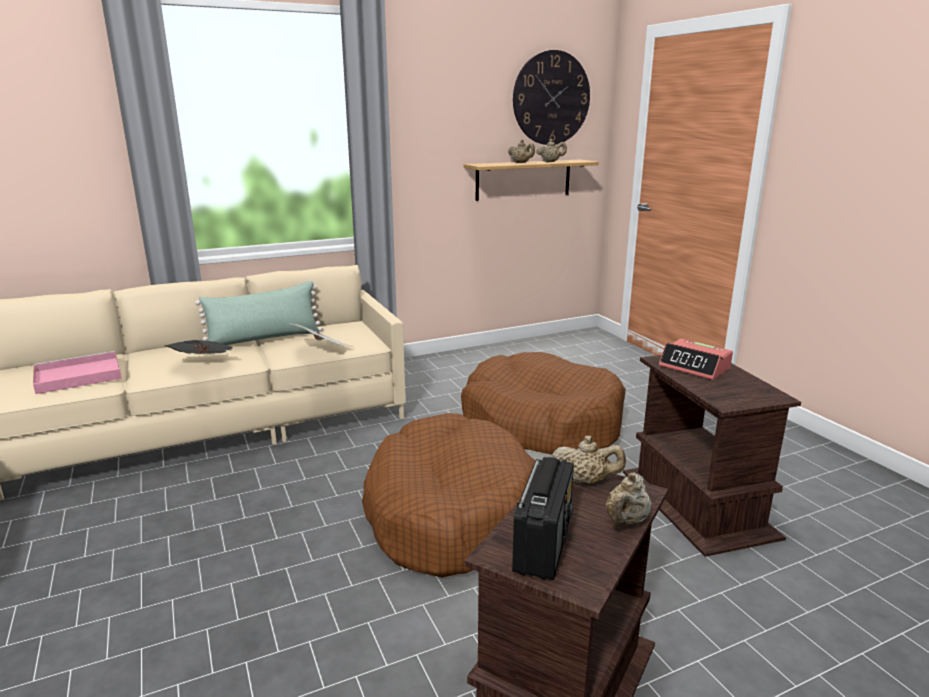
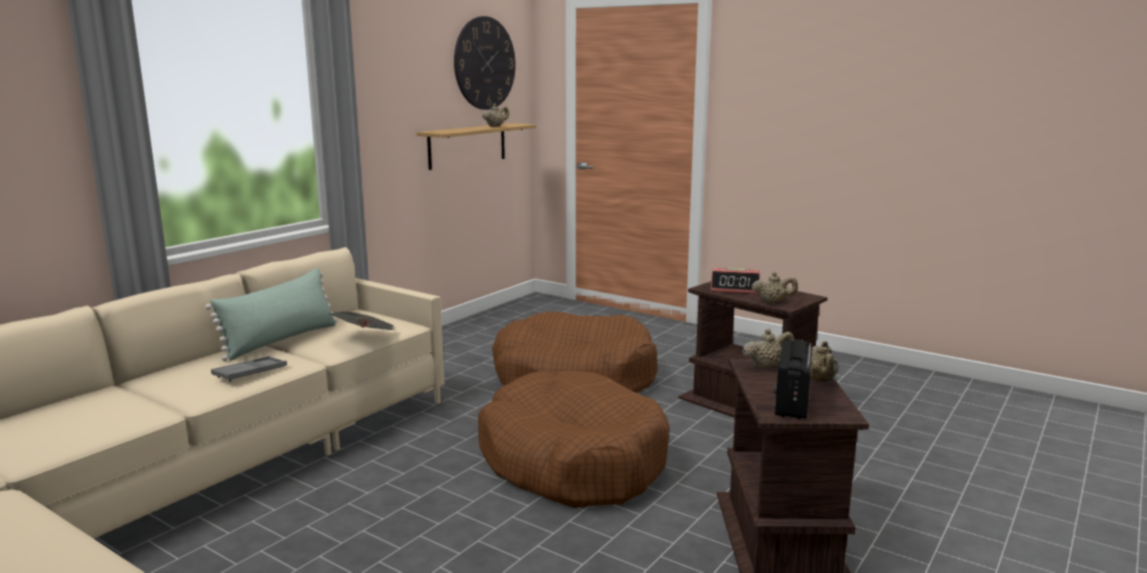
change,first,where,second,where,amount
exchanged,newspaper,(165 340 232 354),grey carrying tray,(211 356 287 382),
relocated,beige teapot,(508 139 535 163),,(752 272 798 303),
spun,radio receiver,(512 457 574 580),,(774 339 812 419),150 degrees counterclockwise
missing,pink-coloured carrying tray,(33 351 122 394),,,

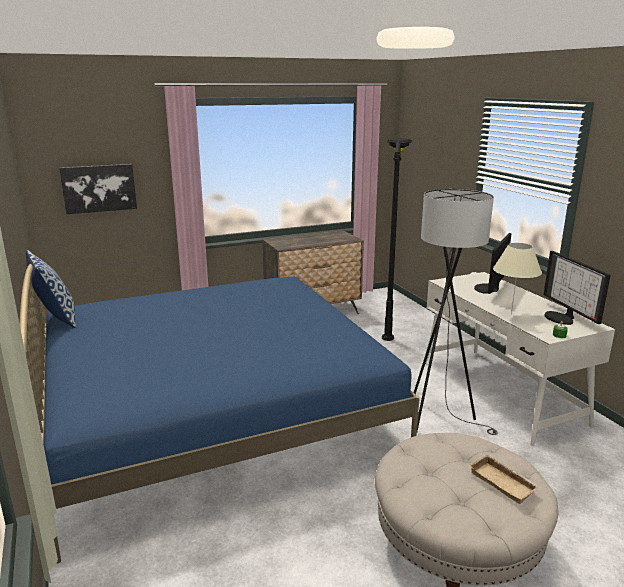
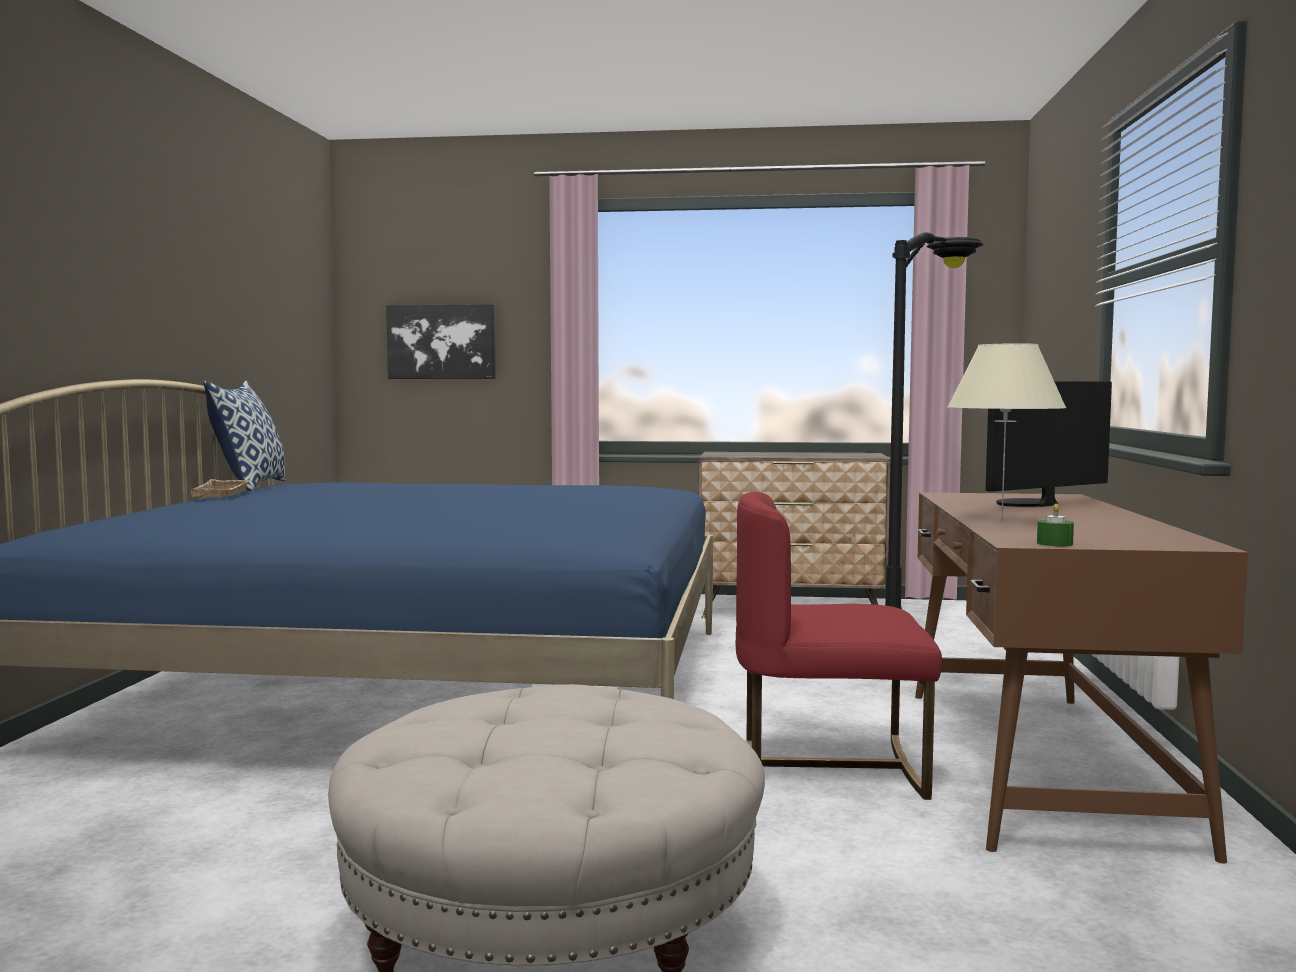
change,first,where,second,where,amount
relocated,beige carrying tray,(469 454 540 504),,(190 479 251 498),
exchanged,grey standard lamp,(413 189 498 435),red-coloured plain chair,(736 492 942 800),
colour,whitish desk,(425 272 615 446),brown-coloured desk,(915 492 1248 864),
missing,computer screen,(543 251 611 325),,,

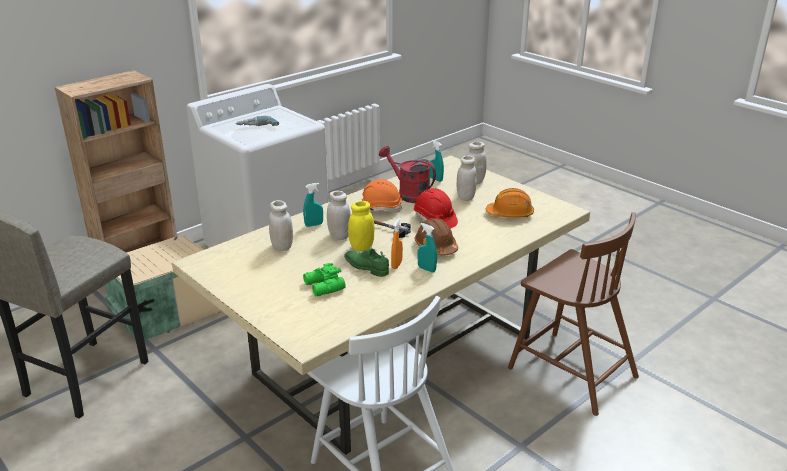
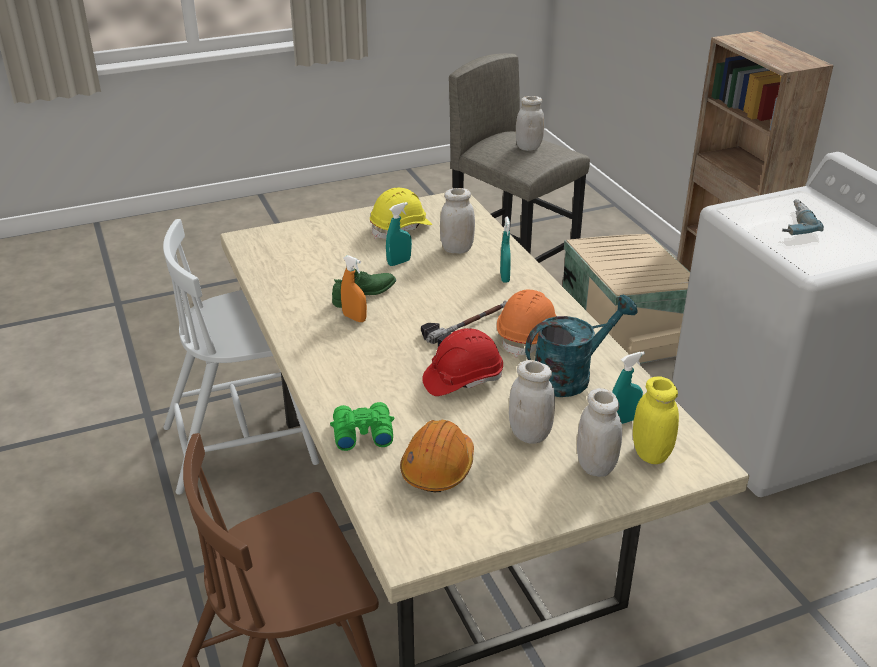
change,first,where,second,where,amount
relocated,green field glasses,(303 263 346 296),,(330 402 394 451),
appeared,,,yellowish hard hat,(370 188 432 239),
relocated,turquoise sprayer,(417 223 437 273),,(386 202 412 266),
relocated,whitish storage jar,(327 191 351 240),,(516 96 544 151),
colour,red-coloured sprinkling can,(379 146 436 203),turquoise sprinkling can,(525 295 638 397),
relocated,yellowish storage jar,(348 201 374 251),,(633 377 679 464),
missing,brown-coloured hard hat,(415 218 458 256),,,

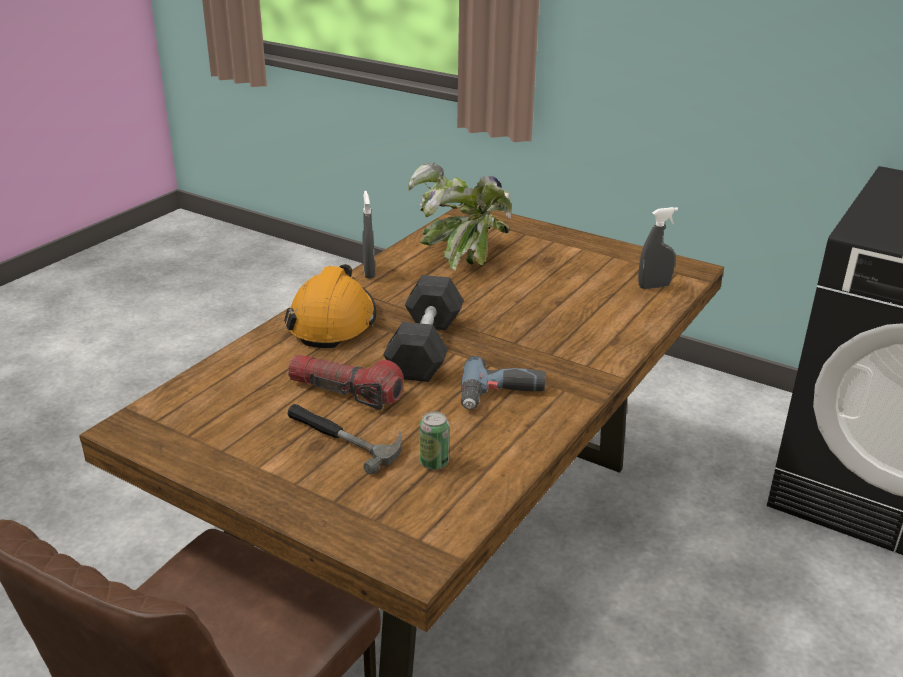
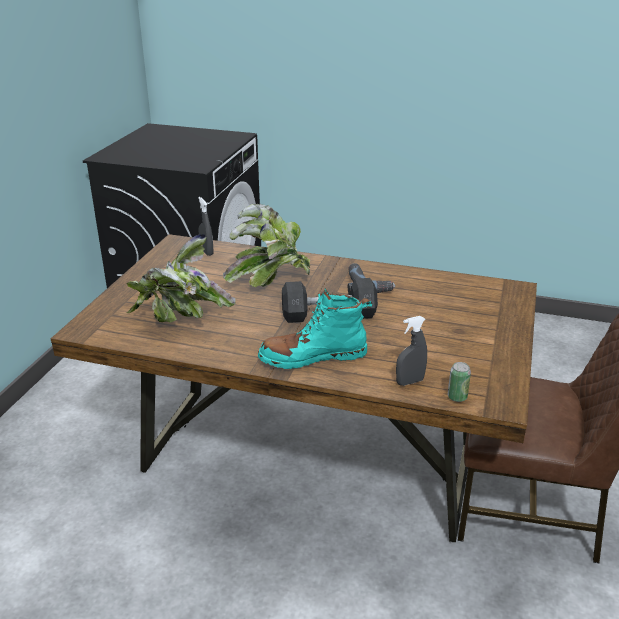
change,first,where,second,where,amount
appeared,,,potted plant,(223 204 310 287),
exchanged,orangey hard hat,(284 264 377 348),turquoise boot,(258 288 373 369),
relocated,grey sprayer,(362 191 375 279),,(396 316 427 386),
relocated,metal can,(420 411 449 470),,(448 362 471 402),
missing,tool hammer,(287 404 402 474),,,
missing,flashlight,(288 355 404 410),,,

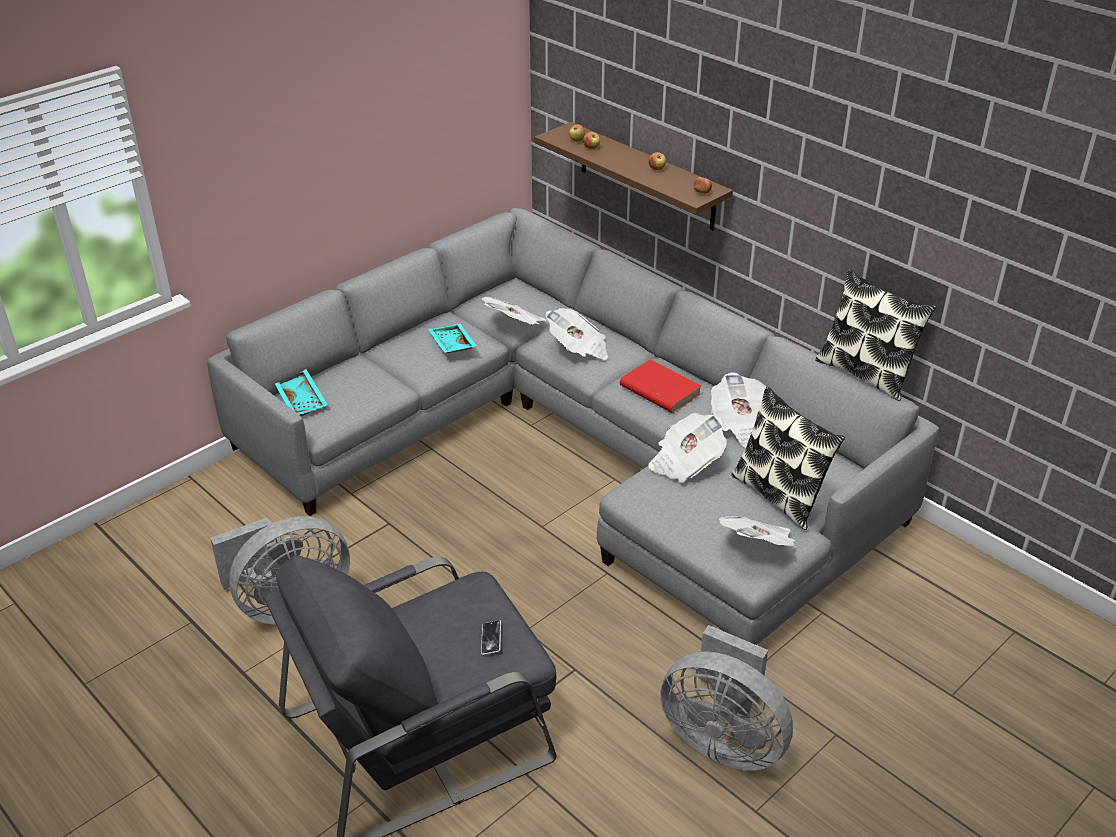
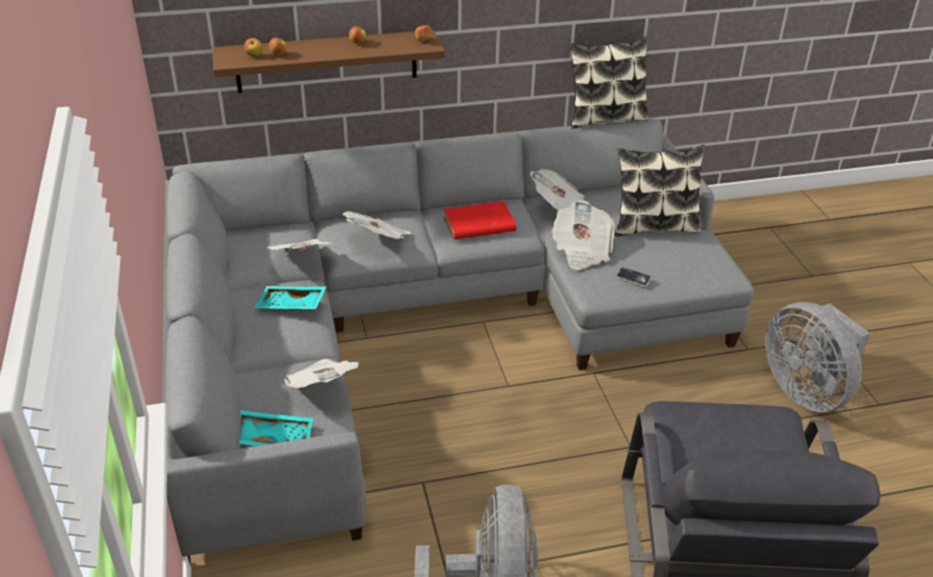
change,first,where,second,where,amount
relocated,newspaper,(719 516 795 546),,(284 359 359 388),
relocated,phone,(481 620 501 655),,(616 267 651 287),
spun,grey cooling fan,(660 625 793 771),,(765 302 870 412),90 degrees clockwise

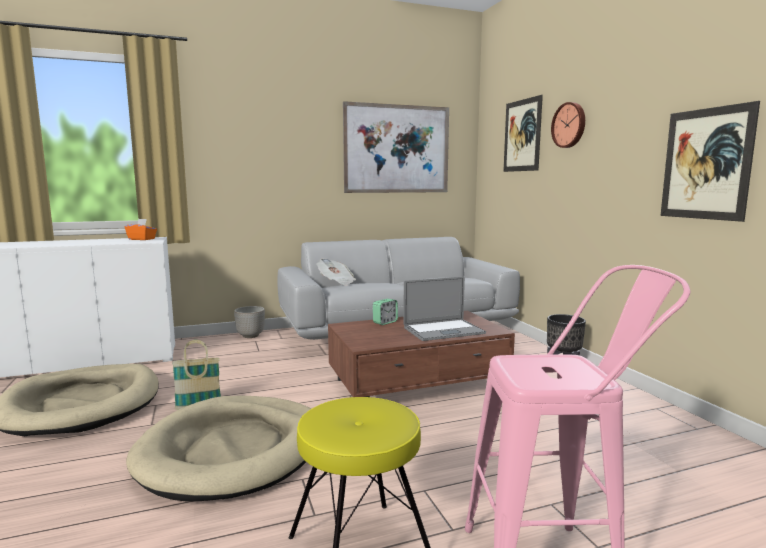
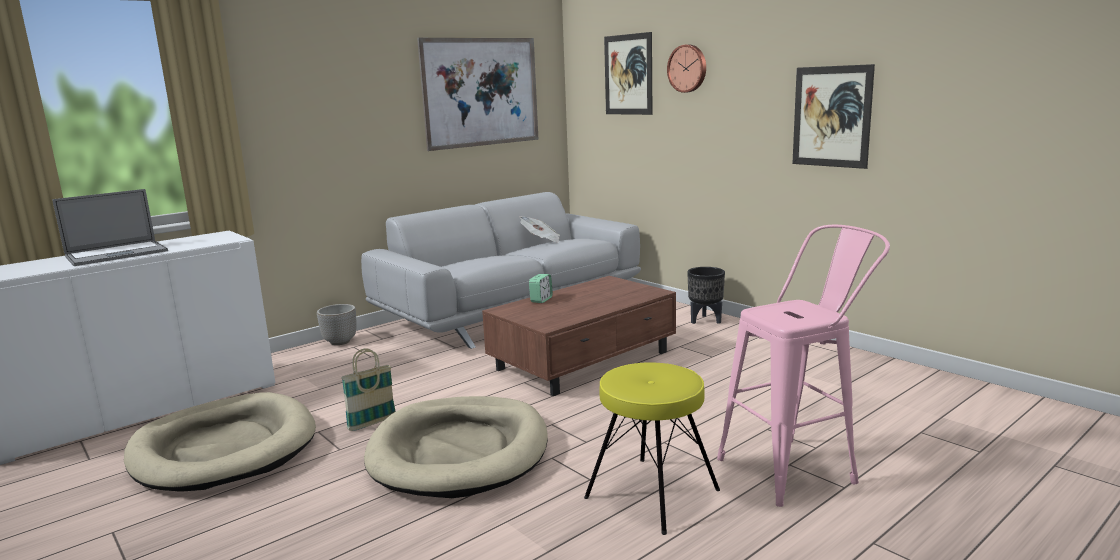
change,first,where,second,where,amount
relocated,portable computer,(403 277 486 341),,(53 189 168 266),
relocated,newspaper,(316 258 356 286),,(520 216 560 242),
missing,orangey tissue holder,(125 219 157 240),,,

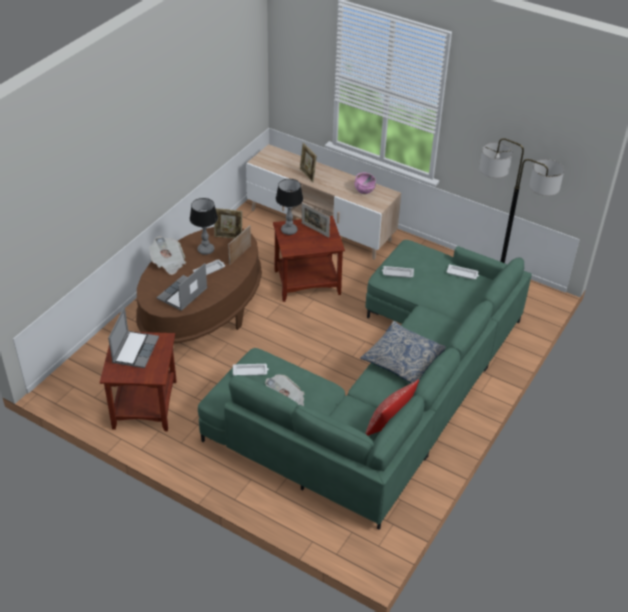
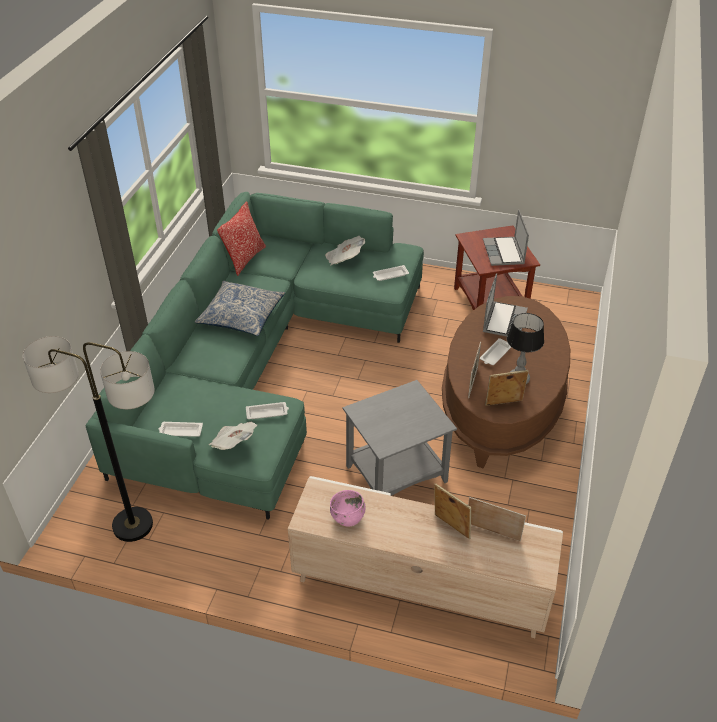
change,first,where,second,where,amount
relocated,newspaper,(149 236 186 275),,(209 422 257 450),
colour,brown-coloured side table,(273 216 345 302),grey side table,(343 380 457 496),
relocated,standing frame,(302 203 330 237),,(468 497 526 541),
missing,table lamp,(276 179 303 235),,,

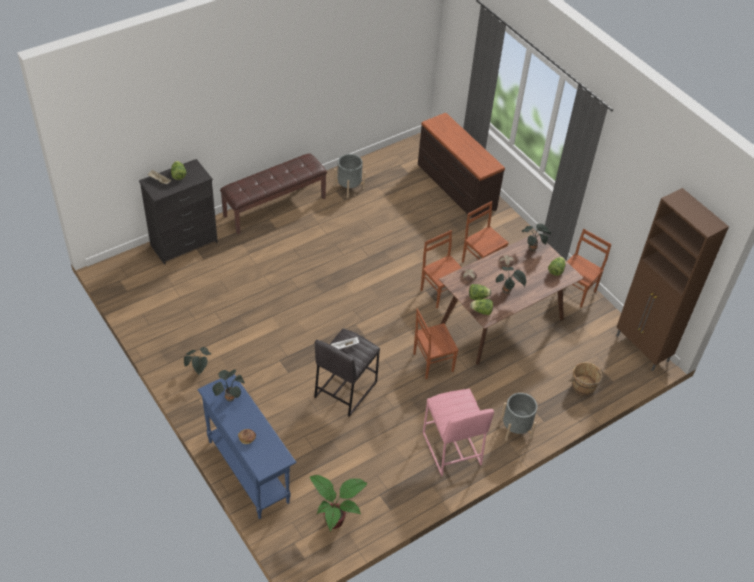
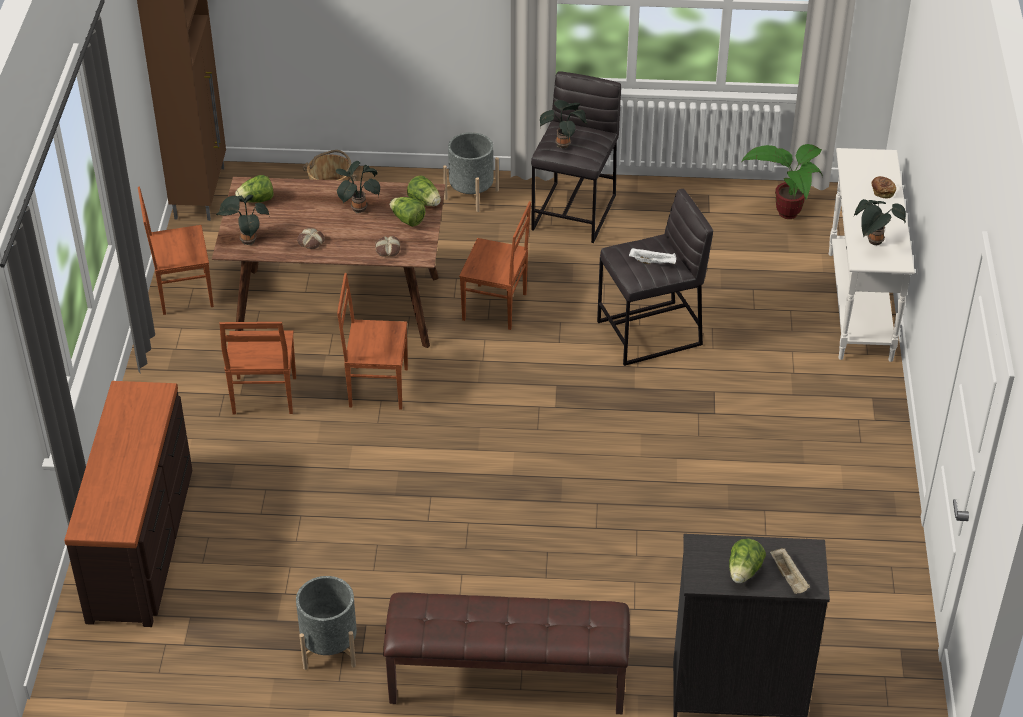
change,first,where,second,where,amount
spun,brown-coloured plain chair,(421 230 462 308),,(337 273 408 409),90 degrees clockwise
colour,pink-coloured stool seat,(423 389 494 476),grey stool seat,(531 71 621 243),
relocated,potted plant,(184 347 212 375),,(540 100 587 148),
colour,blue-coloured narrow table,(197 374 297 519),whitish narrow table,(829 148 915 362),

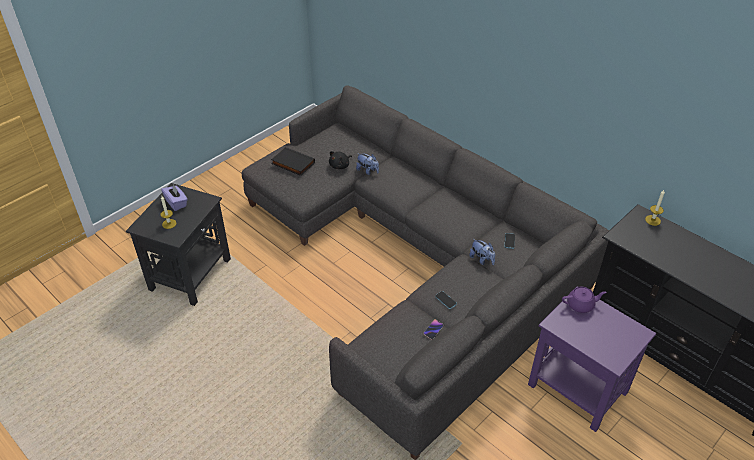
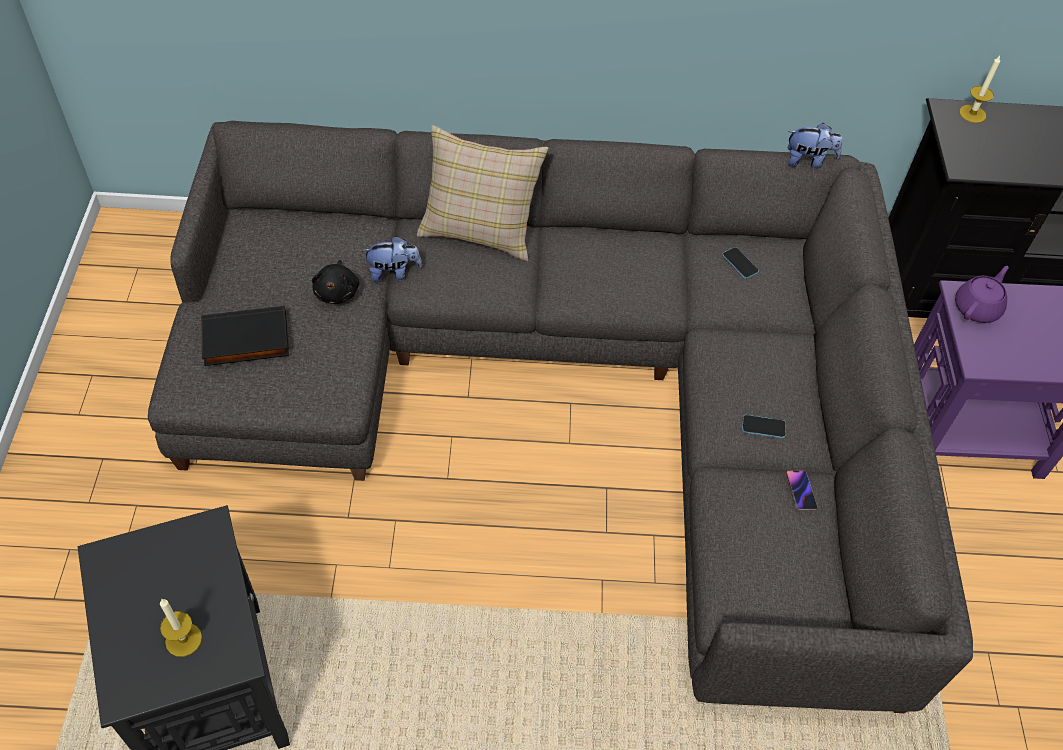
change,first,where,second,where,amount
appeared,,,beige cushion,(417 125 548 261),
relocated,soft toy,(469 239 495 265),,(788 123 843 168),
missing,purplish tissue holder,(161 184 188 211),,,

